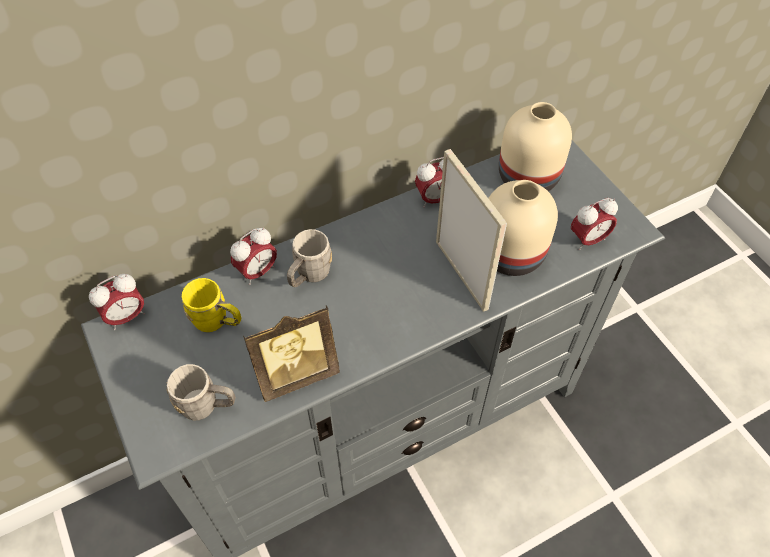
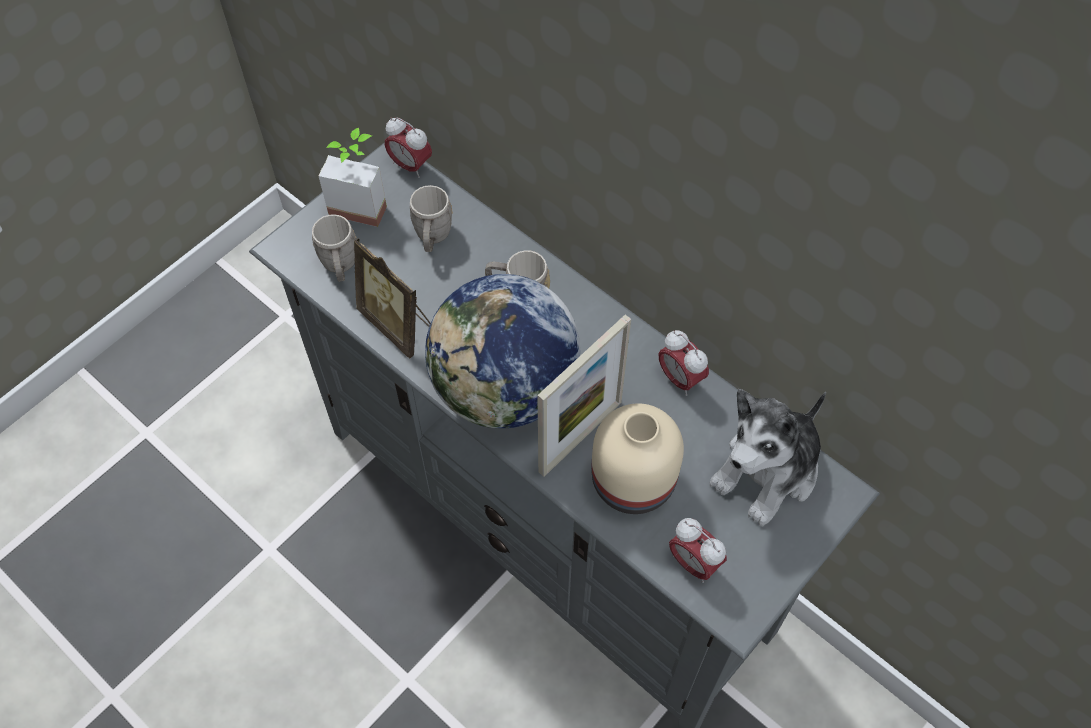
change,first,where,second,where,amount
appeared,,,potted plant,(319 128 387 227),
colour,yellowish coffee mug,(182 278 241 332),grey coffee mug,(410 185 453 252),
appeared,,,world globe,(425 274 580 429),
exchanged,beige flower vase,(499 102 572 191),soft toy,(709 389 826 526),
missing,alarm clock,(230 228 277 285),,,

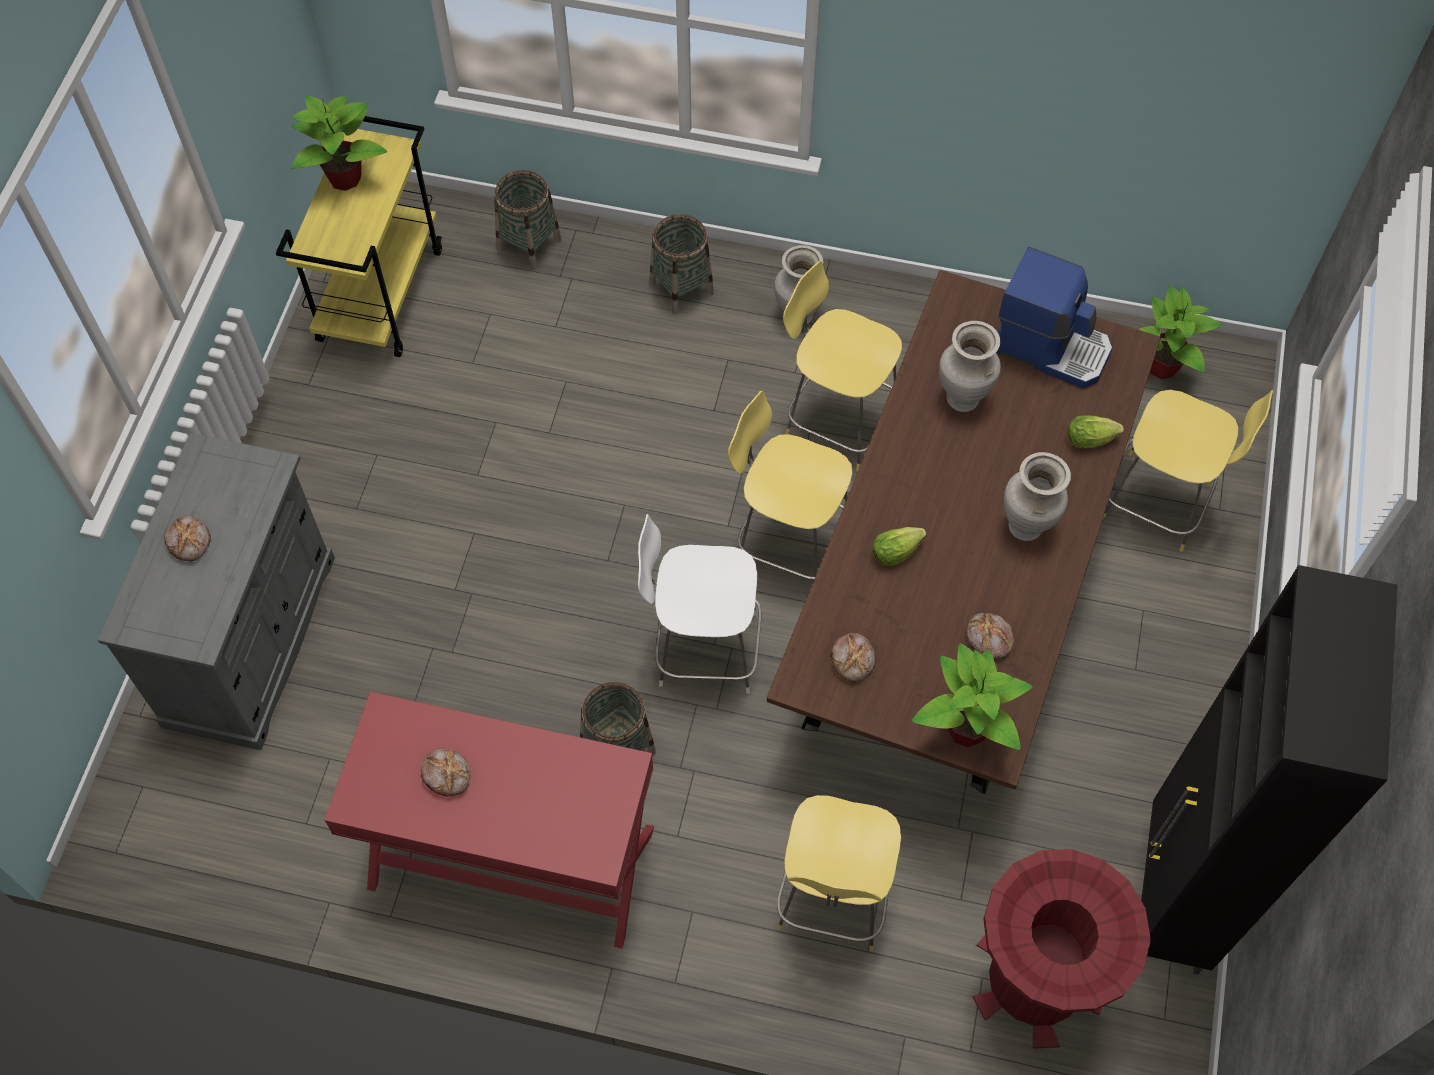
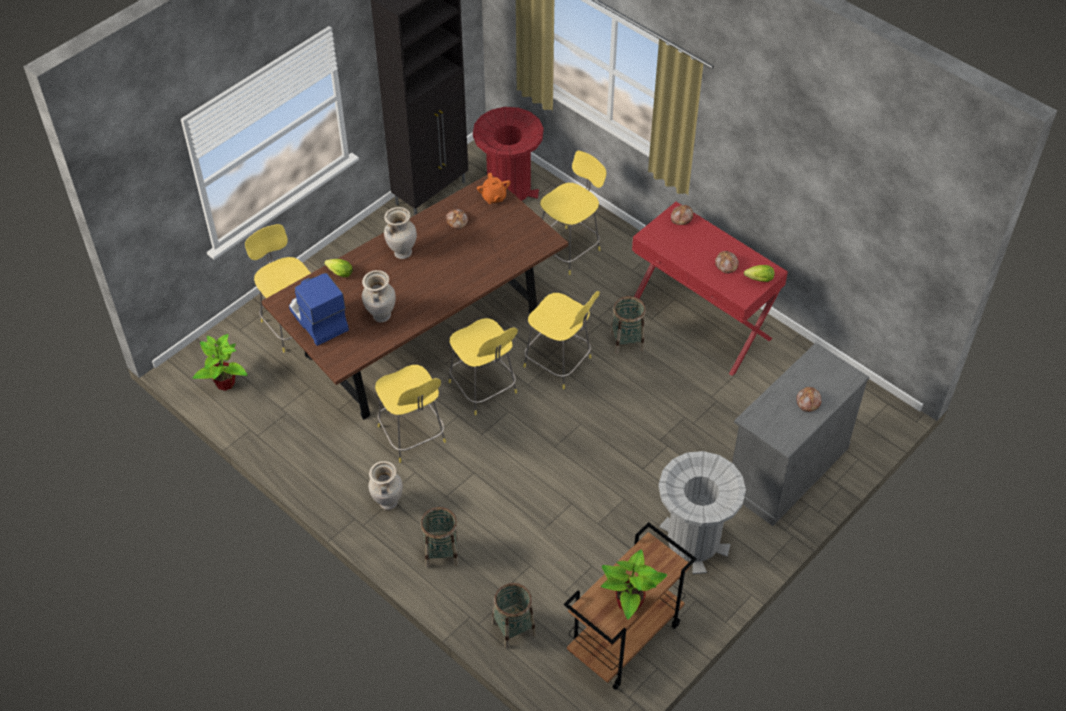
change,first,where,second,where,amount
exchanged,potted plant,(912 643 1032 750),orangey teapot,(477 173 510 204),
colour,whitish stool seat,(638 514 762 694),yellowish stool seat,(524 291 600 389),
colour,yellowish cart,(276 116 442 357),brown-coloured cart,(564 522 697 690),
appeared,,,grey waste bin,(658 451 746 574),
relocated,bread,(831 633 876 682),,(671 205 693 225),
relocated,lettuce head,(872 527 927 566),,(744 265 774 282),

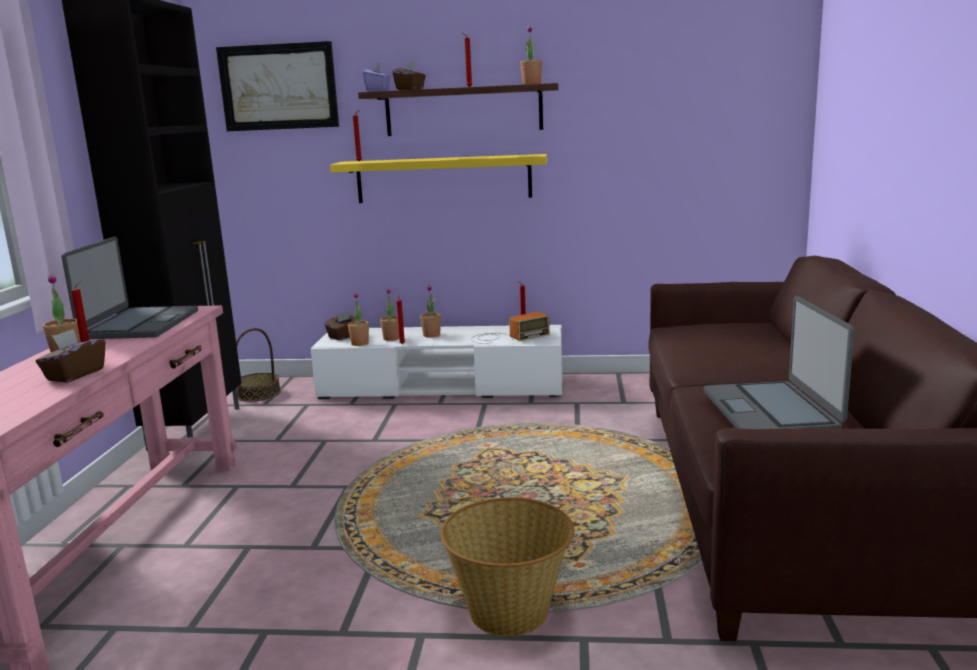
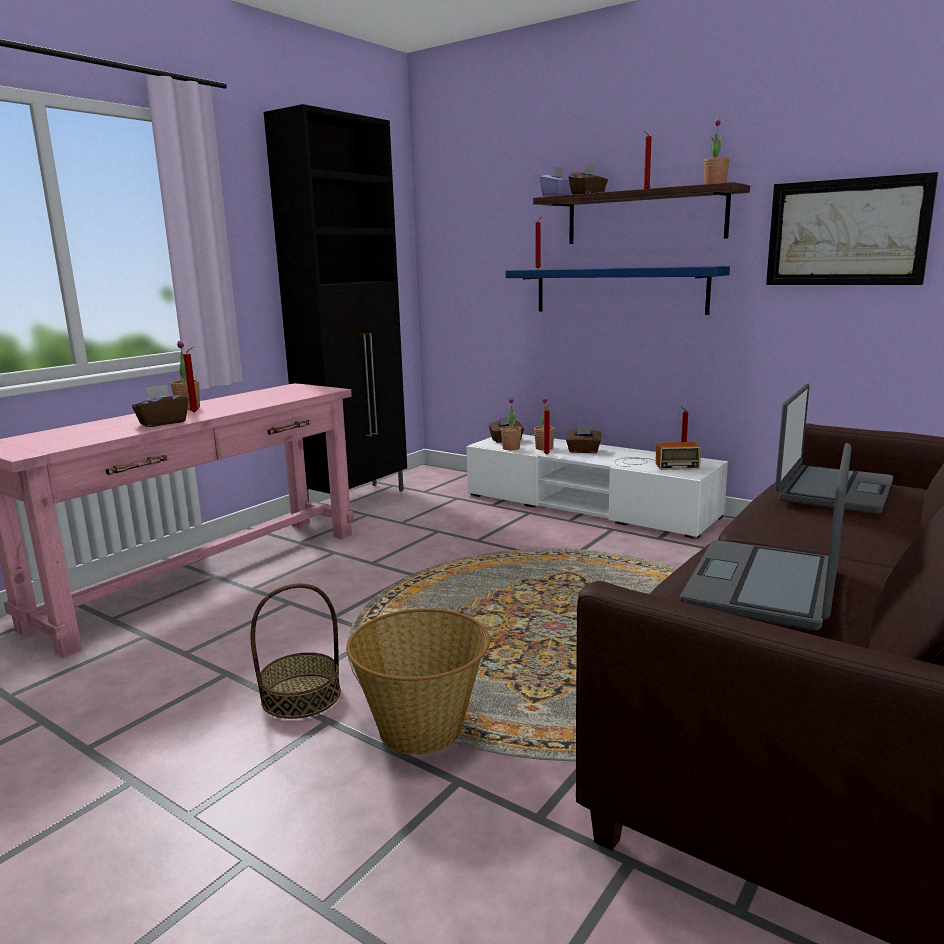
change,first,where,second,where,amount
relocated,household basket,(236 328 281 402),,(251 583 341 719),
colour,yellowish wall shelf,(330 154 547 203),blue-coloured wall shelf,(506 266 730 315),
exchanged,potted plant,(420 285 441 338),brown-coloured tissue holder,(566 426 601 453),
relocated,picture,(216 41 339 131),,(766 172 938 285),
relocated,portable computer,(61 237 198 339),,(775 383 893 514),

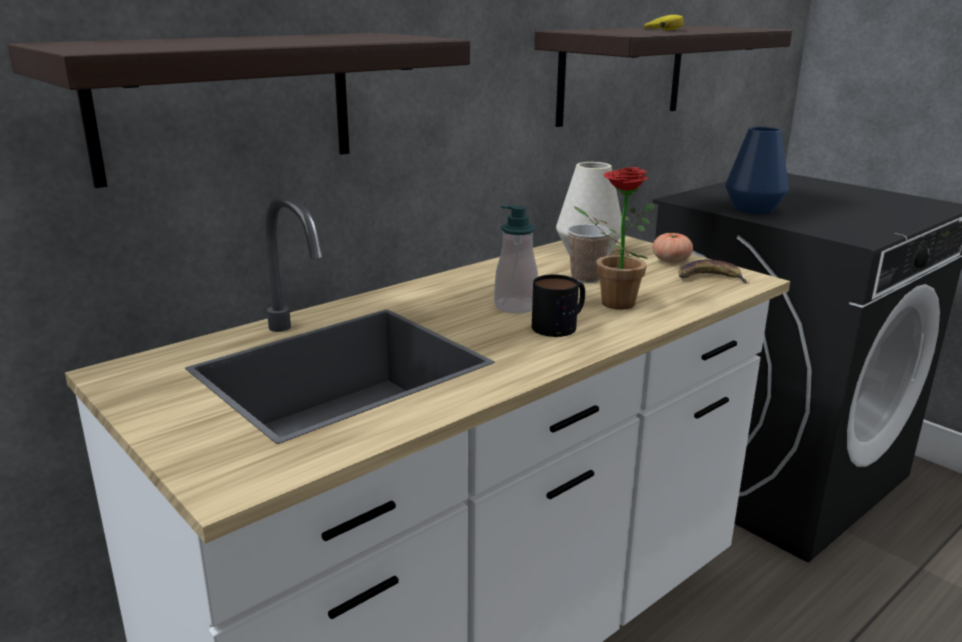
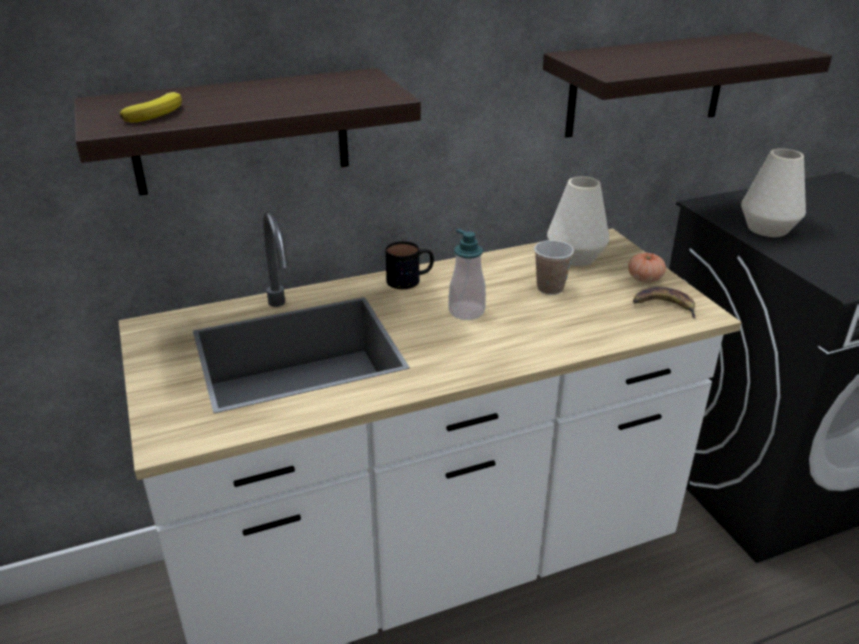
change,first,where,second,where,amount
relocated,banana fruit,(643 15 684 30),,(119 92 182 123),
relocated,coffee mug,(532 275 585 337),,(385 241 434 289),
colour,blue-coloured flower vase,(725 127 789 214),whitish flower vase,(741 148 806 237),
missing,potted plant,(574 167 655 310),,,

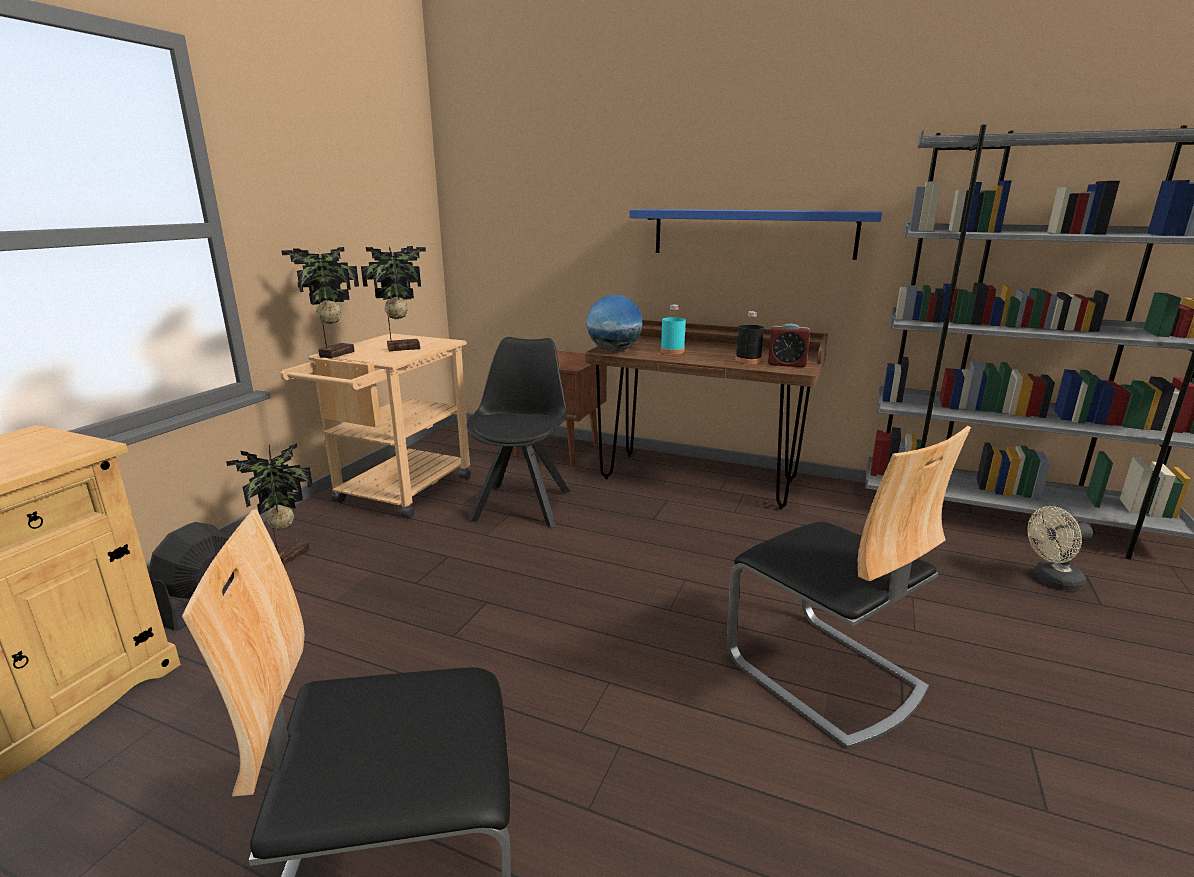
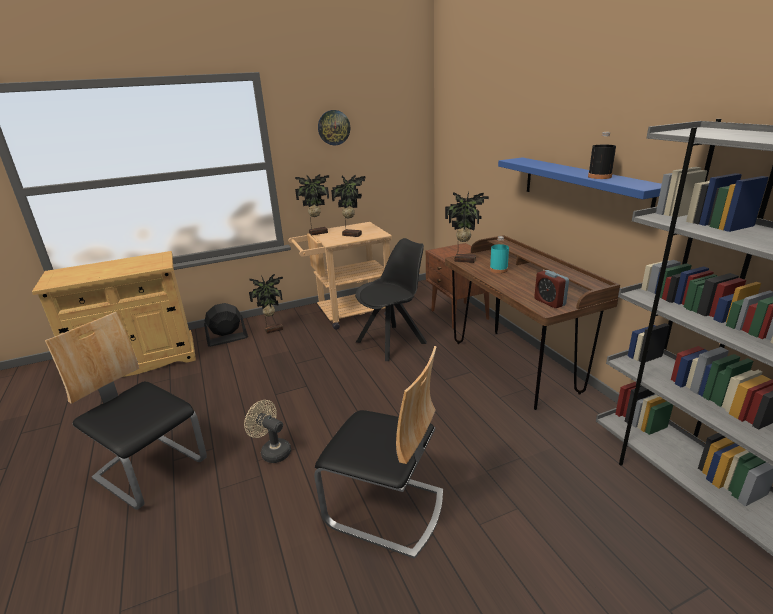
change,first,where,second,where,amount
relocated,beige cooling fan,(1027 506 1093 591),,(244 400 291 463),
spun,plain chair,(727 426 971 749),,(314 346 443 559),75 degrees counterclockwise
appeared,,,hanging clock,(318 110 350 146),
exchanged,world globe,(587 295 642 351),potted plant,(445 192 489 263),
relocated,blackish bottle,(735 311 764 364),,(588 132 616 179),

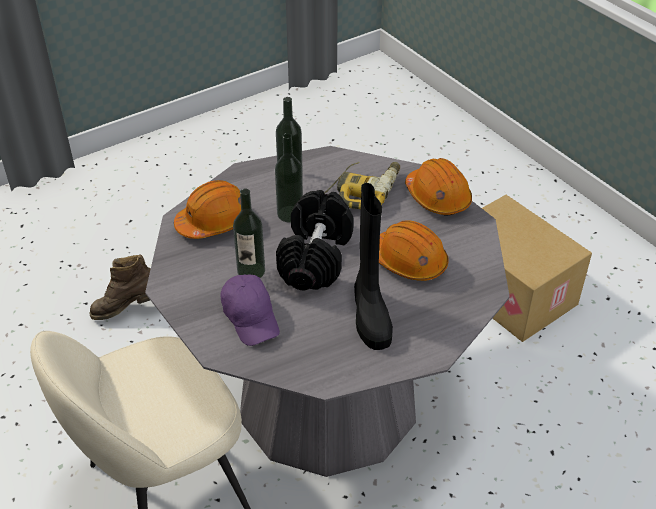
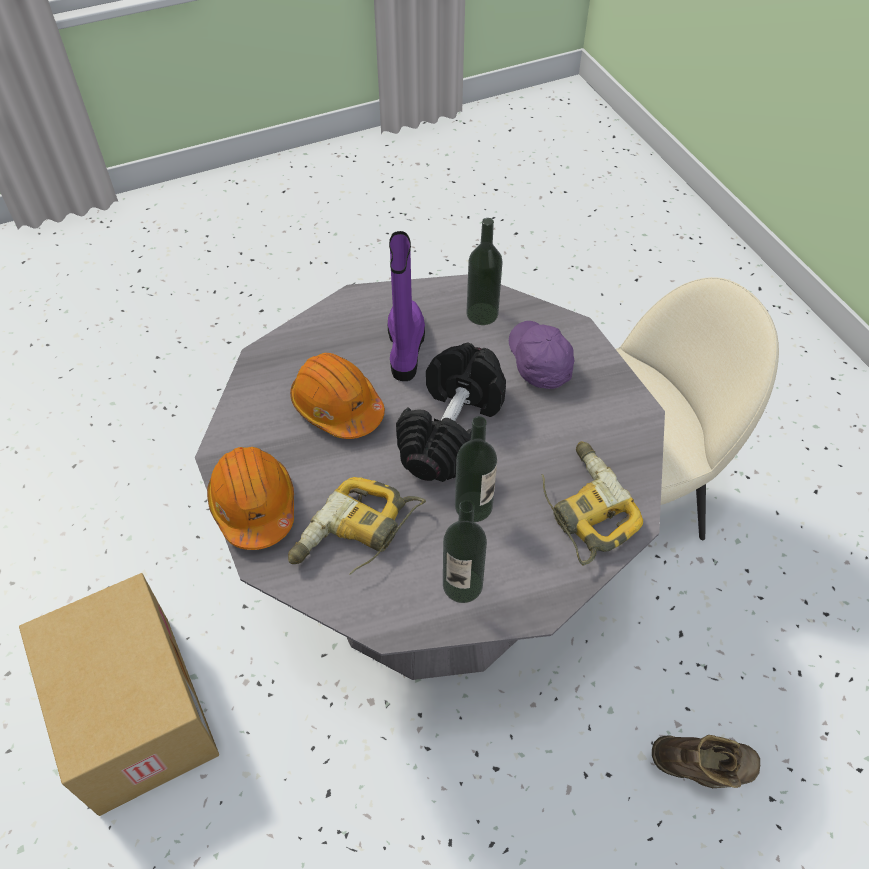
change,first,where,second,where,amount
colour,blackish boot,(354 183 393 350),purplish boot,(388 231 425 381),
relocated,bottle,(233 189 265 278),,(466 218 503 325),
exchanged,orangey hard hat,(174 180 241 239),electric drill,(542 441 643 566),

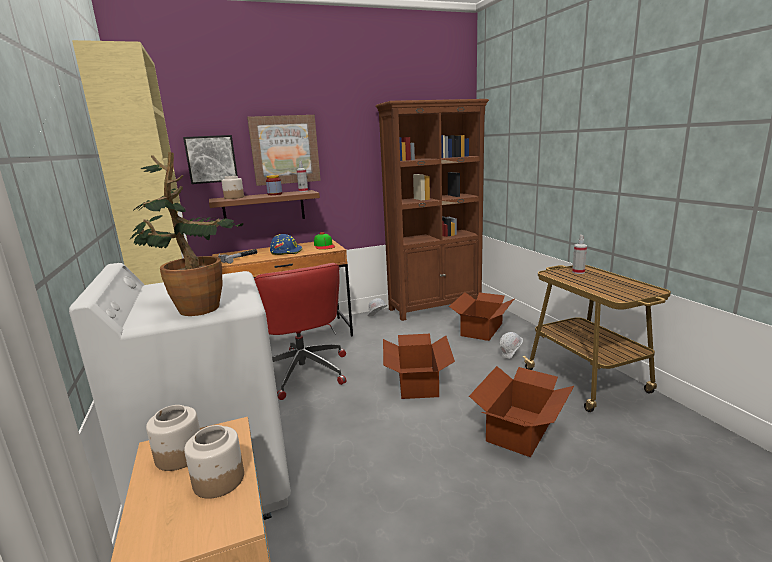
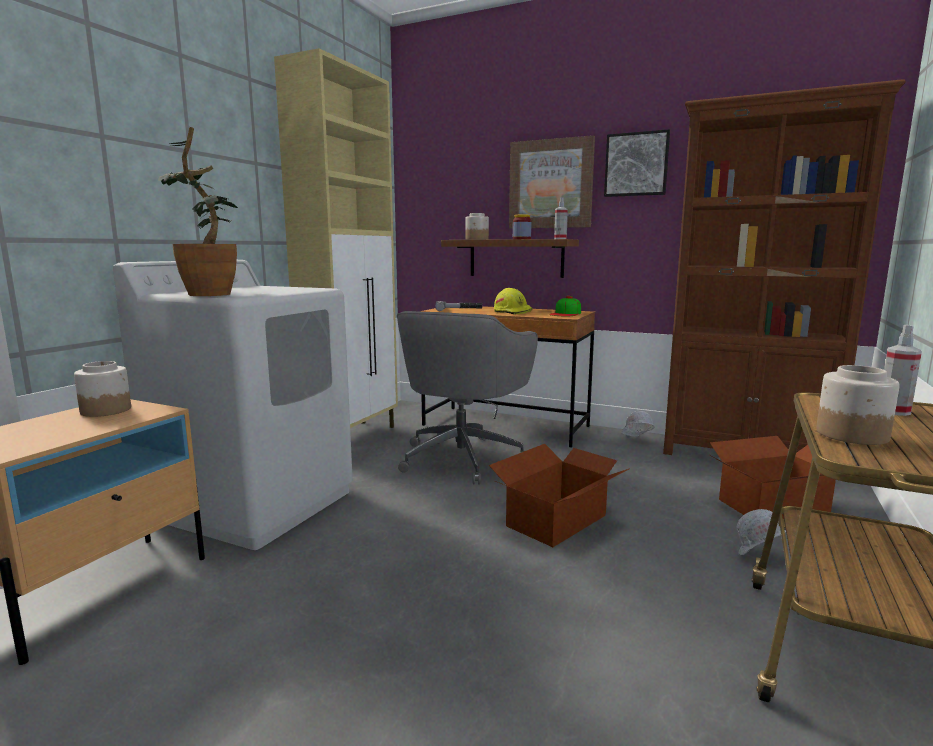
change,first,where,second,where,amount
colour,red-coloured office chair,(254 263 346 400),grey office chair,(397 311 538 485),
colour,blue-coloured hard hat,(270 234 302 255),yellowish hard hat,(494 288 533 315),
relocated,picture,(183 135 238 184),,(604 129 670 197),
relocated,storage jar,(184 425 244 499),,(816 365 900 445),
missing,carton,(469 366 574 457),,,

